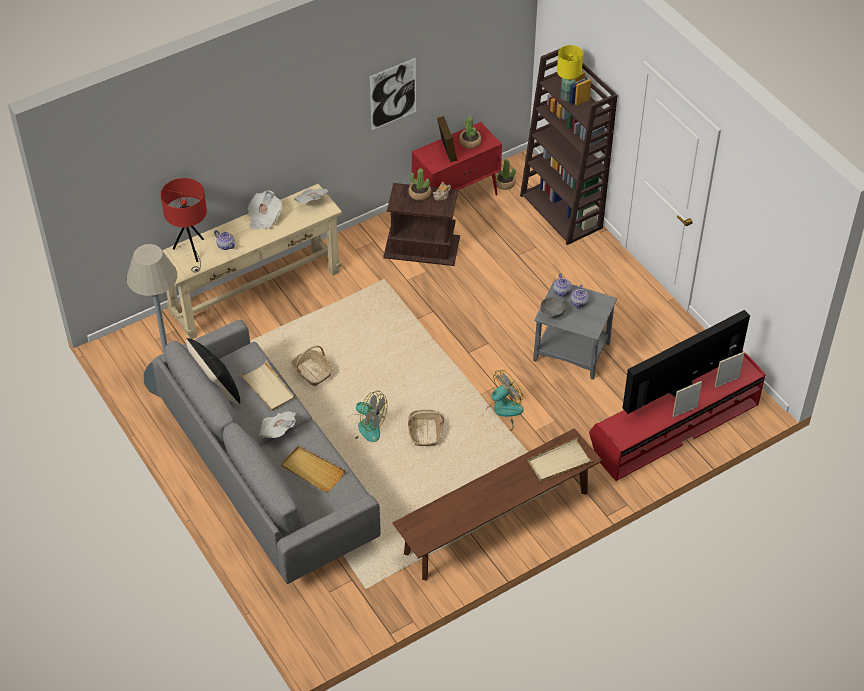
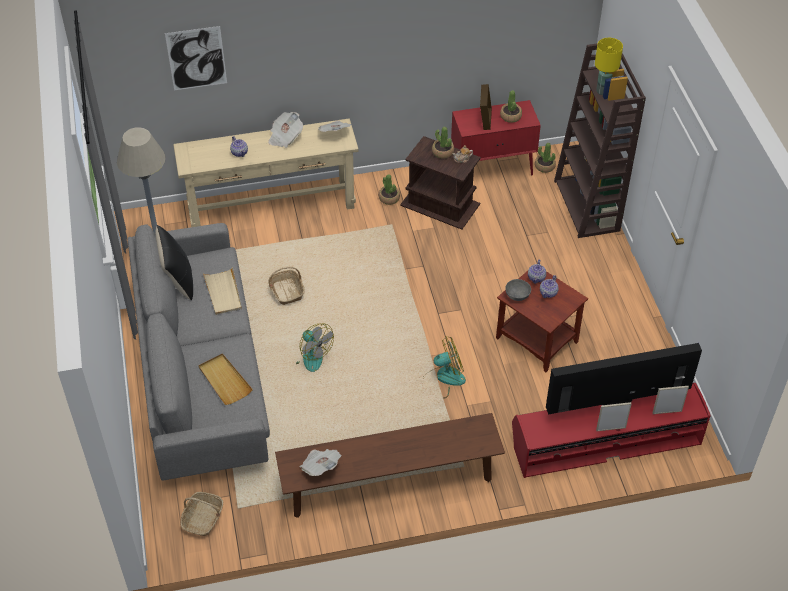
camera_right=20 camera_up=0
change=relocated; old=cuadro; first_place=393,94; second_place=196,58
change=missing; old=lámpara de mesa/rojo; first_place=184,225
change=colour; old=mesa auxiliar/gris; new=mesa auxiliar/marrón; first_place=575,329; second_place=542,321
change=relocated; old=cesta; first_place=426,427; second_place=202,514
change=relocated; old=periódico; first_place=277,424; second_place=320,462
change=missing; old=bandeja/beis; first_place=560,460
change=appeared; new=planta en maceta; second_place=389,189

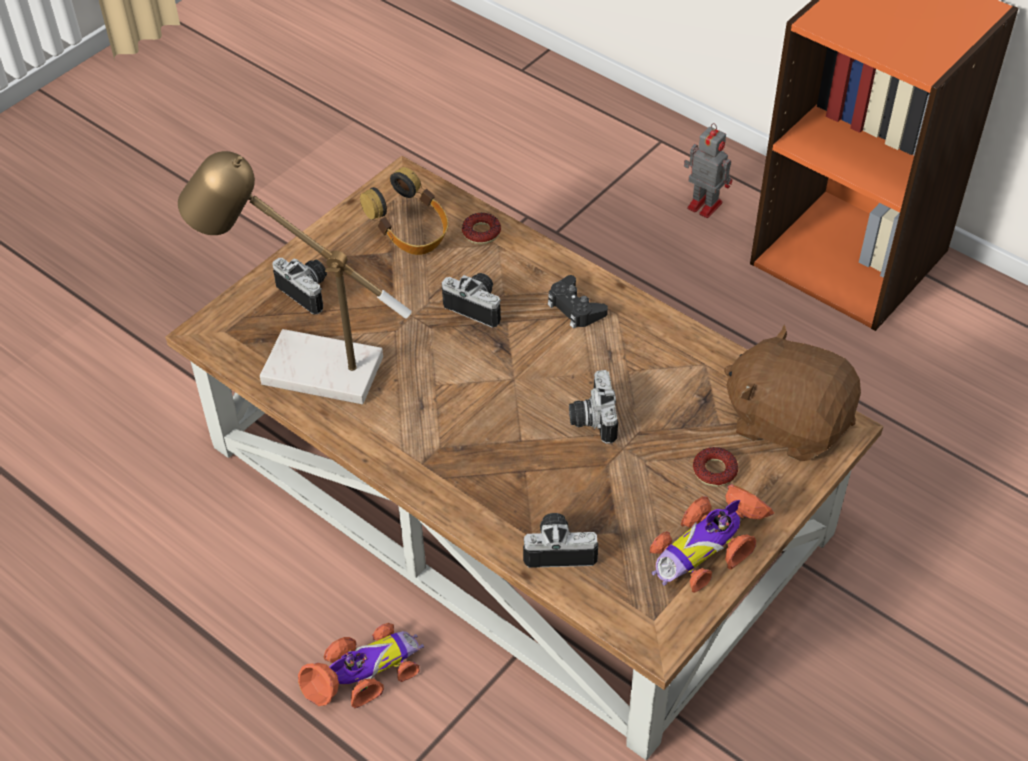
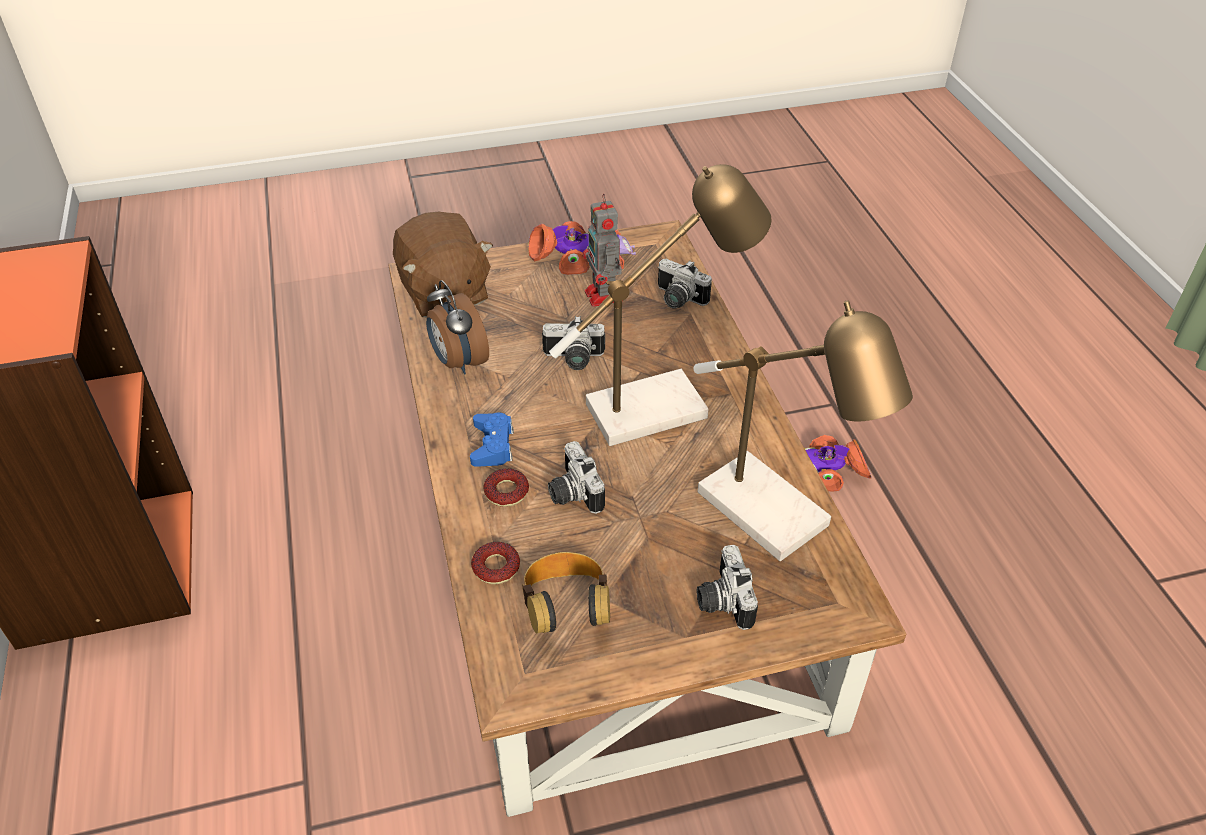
camera_right=-145 camera_up=-5
change=relocated; old=robot de juguete; first_place=708,170; second_place=602,250
change=colour; old=mando de consola/negro; new=mando de consola/azul; first_place=578,302; second_place=492,439
change=spun; old=cámara; first_place=593,407; second_place=573,343; degrees=60
change=relocated; old=rosquilla; first_place=715,467; second_place=506,487
change=appeared; new=lámpara de mesa; second_place=660,305
change=appeared; new=despertador; second_place=457,327

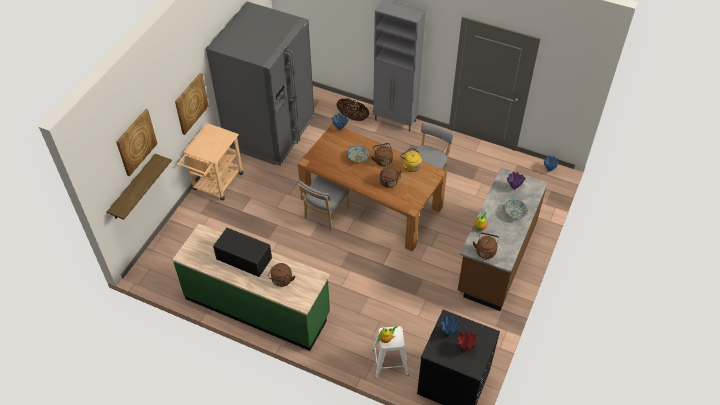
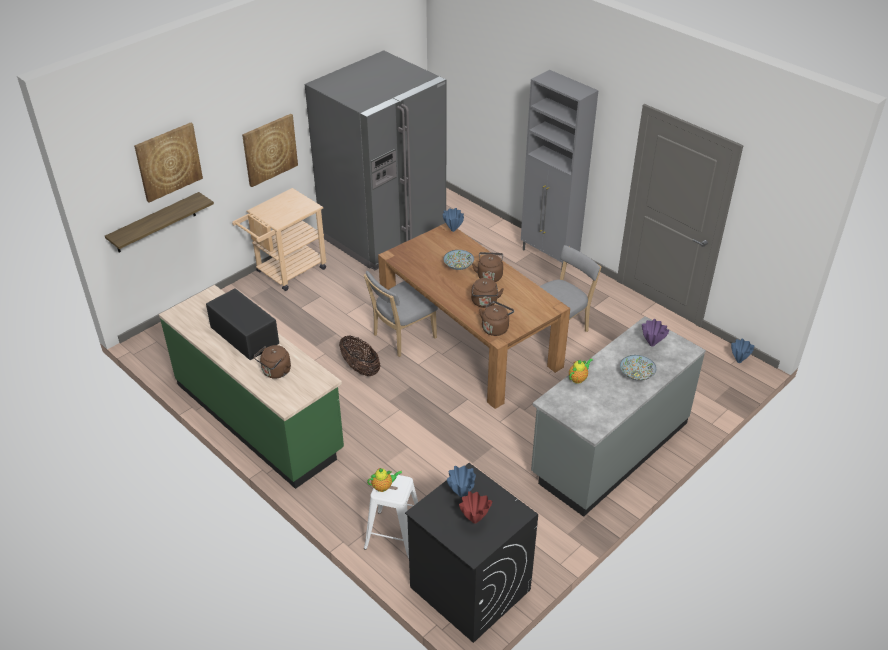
camera_right=20 camera_up=-10
change=relocated; old=cesta; first_place=353,110; second_place=359,356
change=missing; old=hervidor/amarillo; first_place=411,160
change=colour; old=mueble bajo de cocina/marrón; new=mueble bajo de cocina/gris; first_place=503,239; second_place=618,416
change=relocated; old=hervidor/marrón; first_place=486,245; second_place=496,318

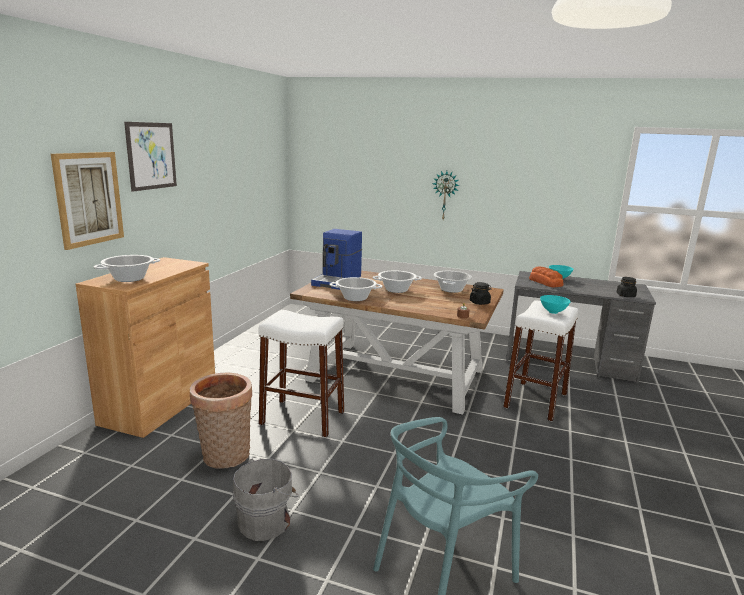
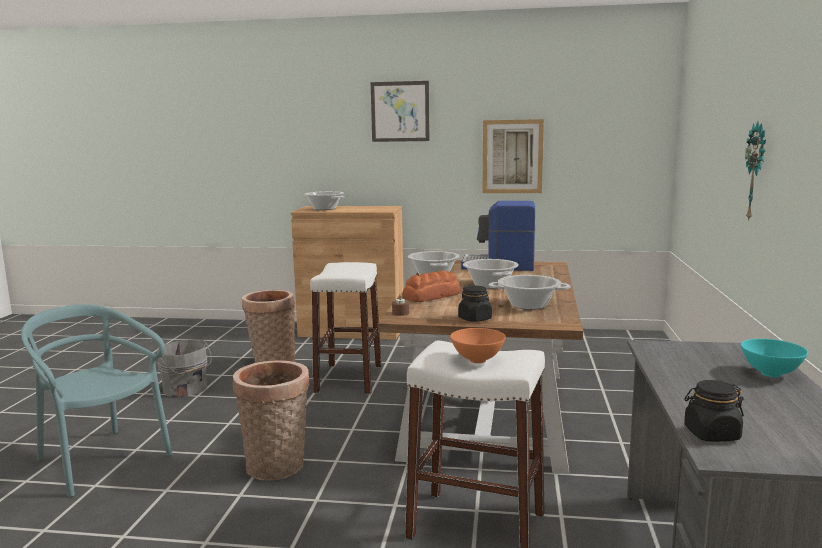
camera_right=80 camera_up=-5
change=relocated; old=cuadro; first_place=87,201; second_place=513,156
change=relocated; old=pan; first_place=546,276; second_place=431,286
change=colour; old=cuenco/turquesa; new=cuenco/naranja; first_place=555,304; second_place=478,345
change=appeared; new=cesta; second_place=271,420

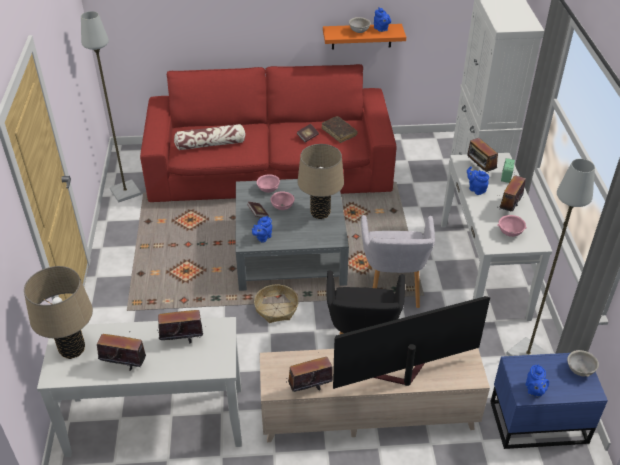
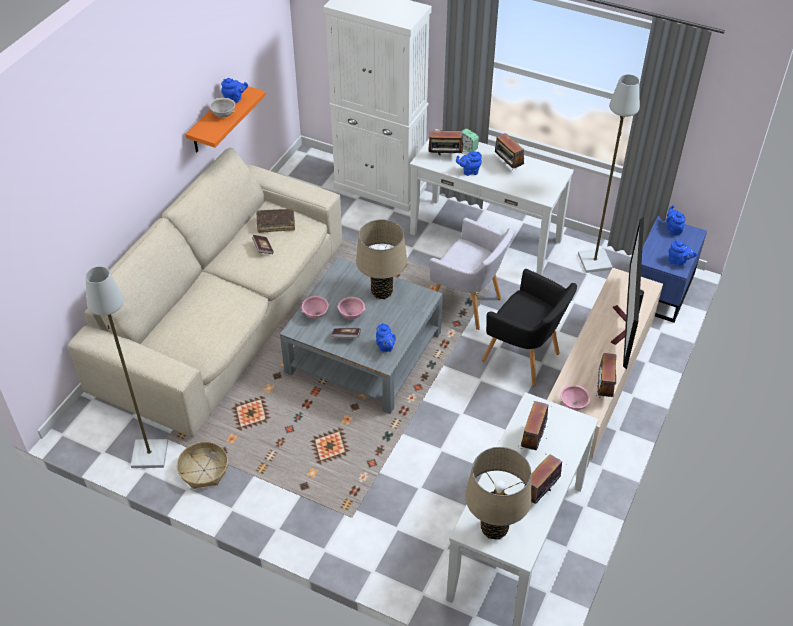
camera_right=-60 camera_up=5
change=colour; old=sofá/rojo; new=sofá/beis; first_place=268,133; second_place=205,292
change=missing; old=cojín; first_place=209,137
change=relocated; old=cuenco/rosa; first_place=512,226; second_place=575,398
change=relocated; old=cesta; first_place=276,303; second_place=202,465
change=exchanged; old=cuenco/gris; new=tetera/azul; first_place=583,363; second_place=675,220

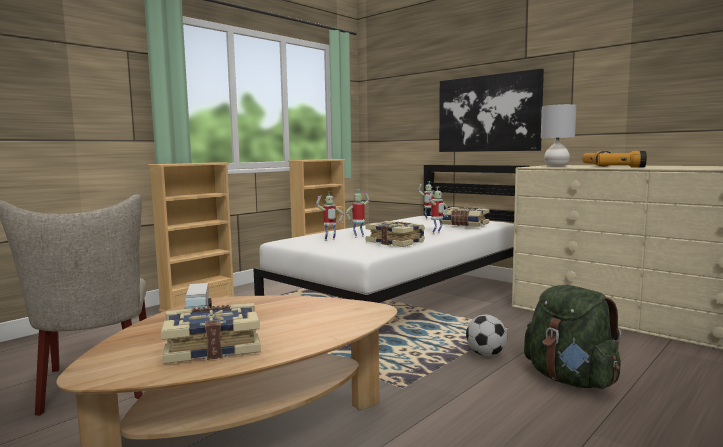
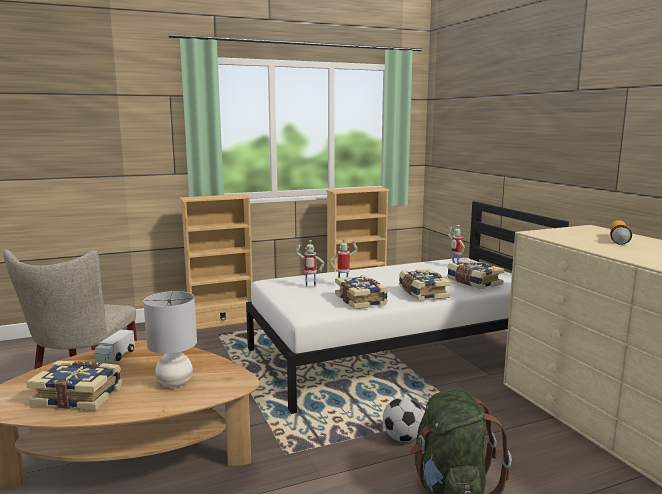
camera_right=25 camera_up=5
change=missing; old=cuadro; first_place=491,110
change=relocated; old=lámpara de mesa/gris; first_place=558,135; second_place=170,339
change=missing; old=linterna; first_place=622,159
change=exchanged; old=robot de juguete; new=libro; first_place=438,210; second_place=425,285

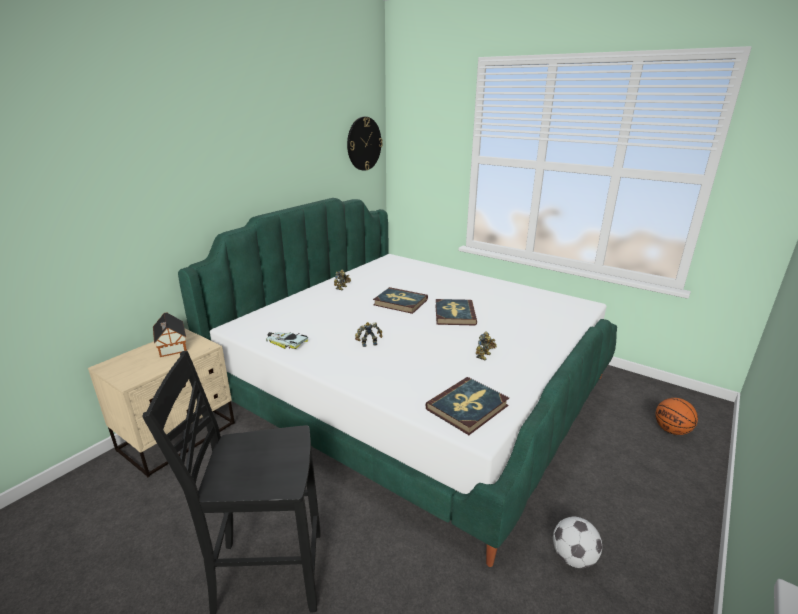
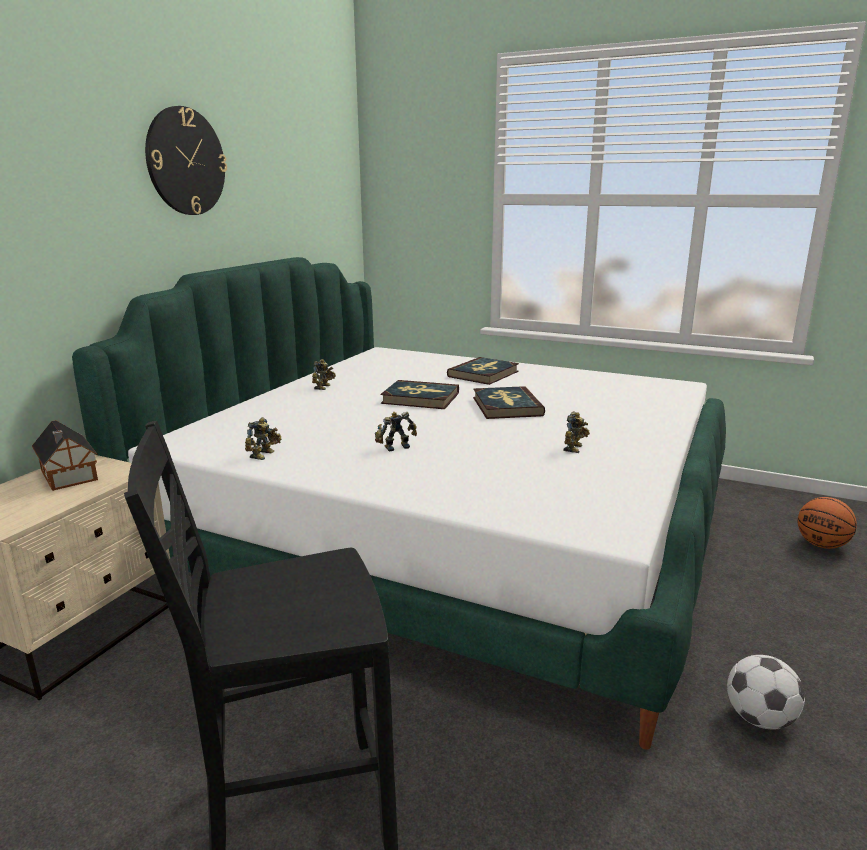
camera_right=-10 camera_up=-5
change=relocated; old=reloj de pared; first_place=365,144; second_place=186,160
change=exchanged; old=coche de juguete; new=robot de juguete; first_place=287,340; second_place=263,438
change=relocated; old=libro; first_place=467,406; second_place=483,371

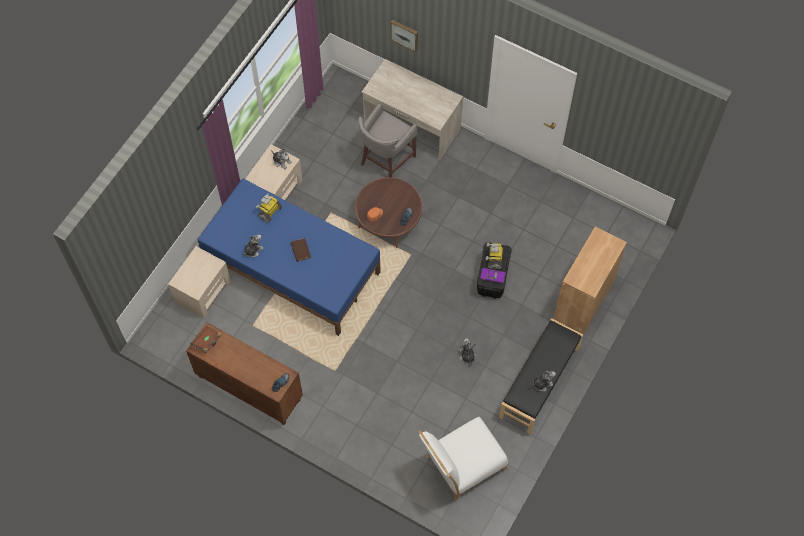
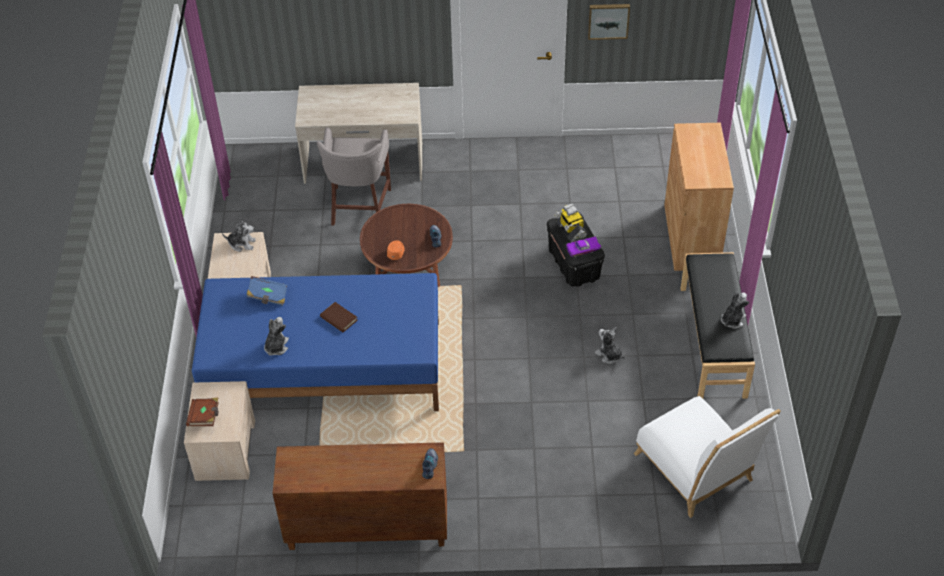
camera_right=-30 camera_up=-15
change=relocated; old=cuadro; first_place=404,36; second_place=609,22
change=exchanged; old=robot de juguete; new=libro/azul; first_place=269,208; second_place=266,291
change=relocated; old=libro/marrón; first_place=206,339; second_place=202,412
change=spun; old=silla/blanco; first_place=463,459; second_place=707,457; degrees=-60

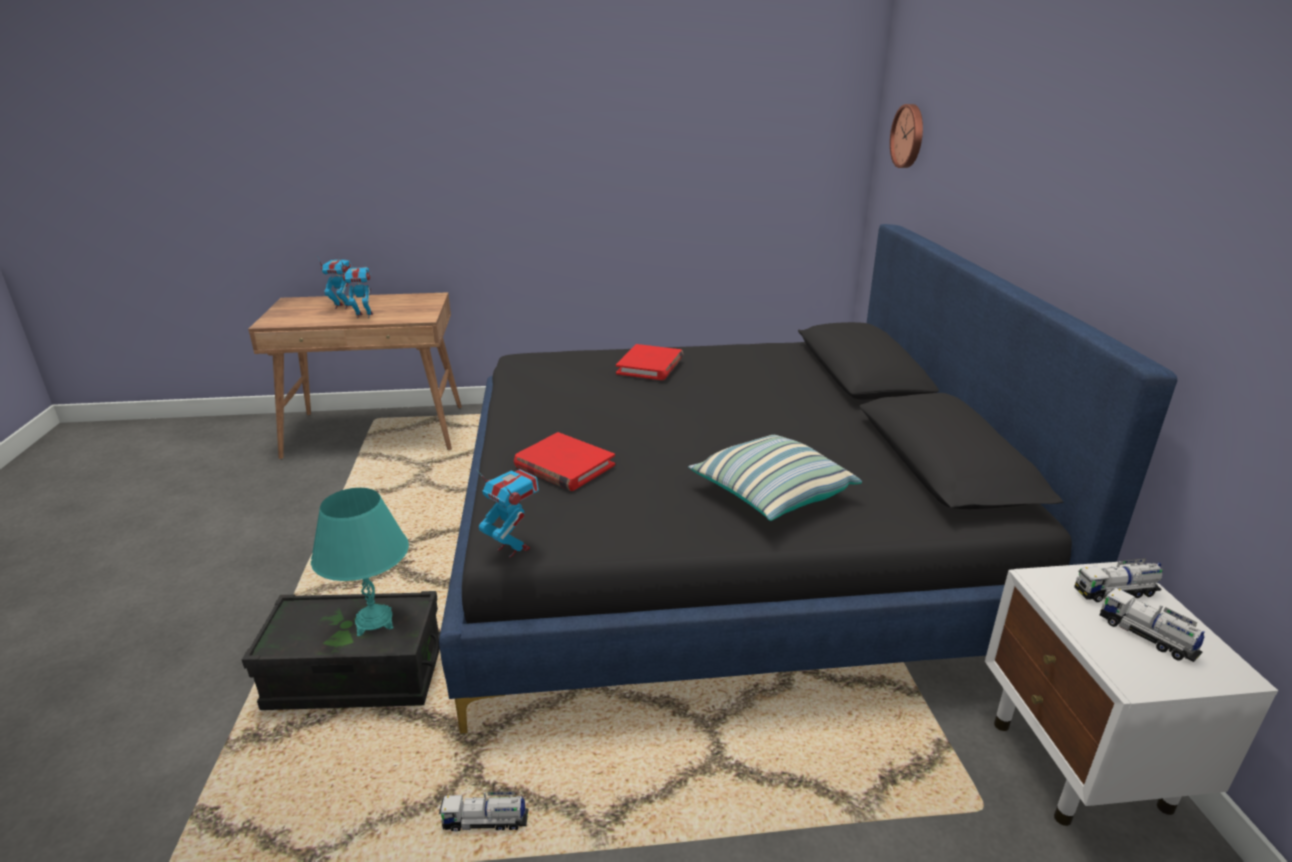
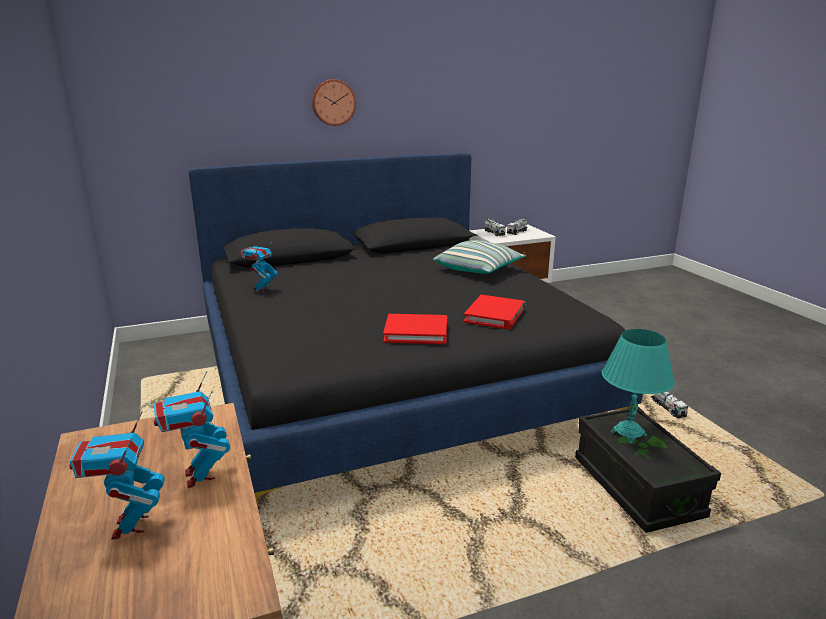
camera_right=-105 camera_up=-5
change=relocated; old=reloj de pared; first_place=906,136; second_place=334,102
change=relocated; old=libro/rojo; first_place=649,362; second_place=415,329
change=relocated; old=robot de juguete; first_place=507,513; second_place=259,266

